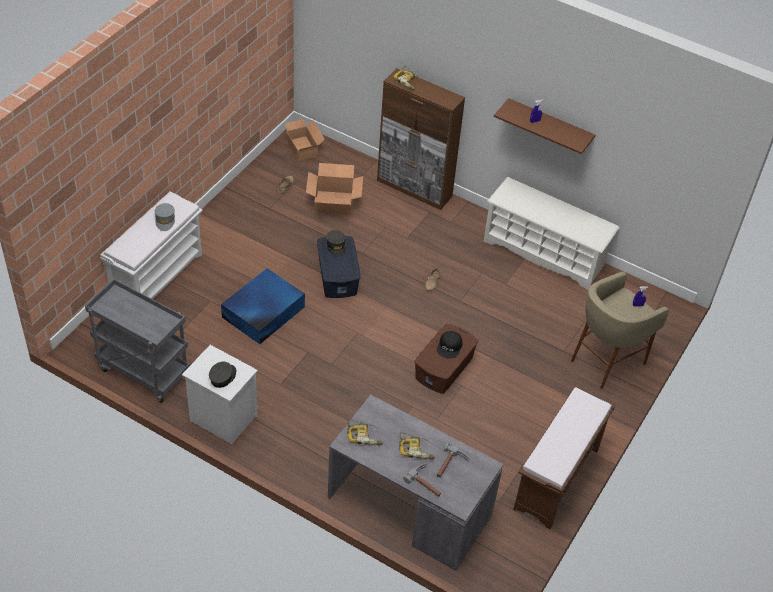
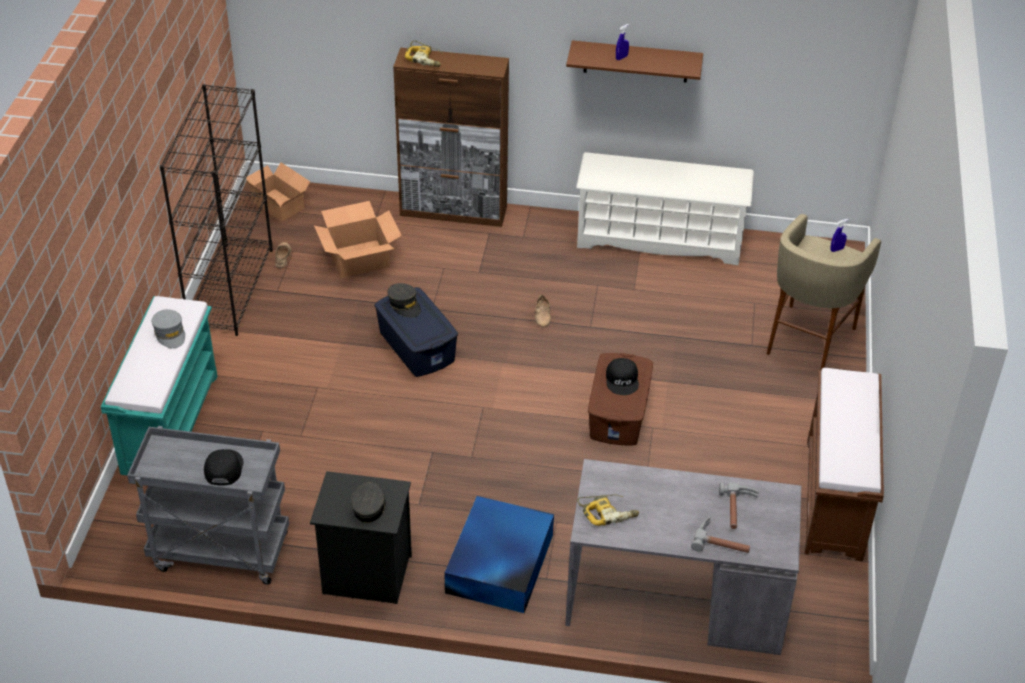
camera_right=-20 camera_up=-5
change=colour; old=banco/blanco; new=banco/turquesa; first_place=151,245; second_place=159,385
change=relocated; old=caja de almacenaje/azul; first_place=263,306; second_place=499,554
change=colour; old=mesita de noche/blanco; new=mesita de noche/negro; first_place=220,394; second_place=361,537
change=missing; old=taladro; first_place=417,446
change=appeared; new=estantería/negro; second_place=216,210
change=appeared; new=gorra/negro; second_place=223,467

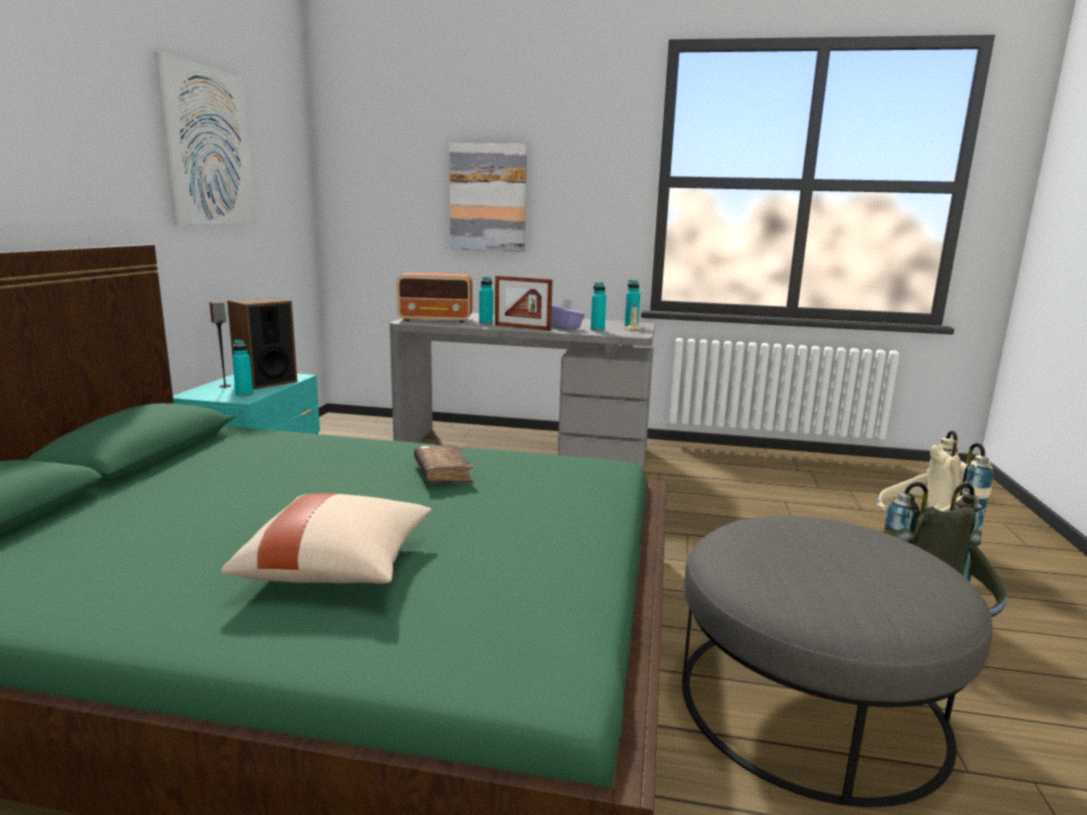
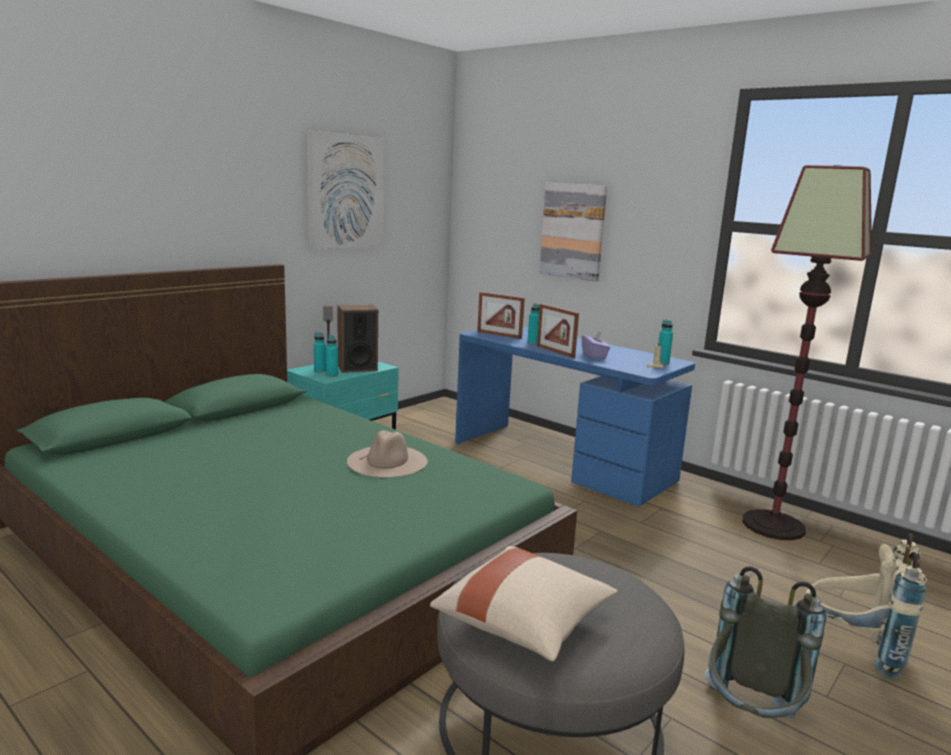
camera_right=30 camera_up=0
change=exchanged; old=radio; new=portarretratos; first_place=434,298; second_place=501,315
change=relocated; old=botella/turquesa; first_place=598,306; second_place=320,352
change=colour; old=escritorio/gris; new=escritorio/azul; first_place=522,391; second_place=575,416
change=exchanged; old=libro/marrón; new=sombrero/beis; first_place=444,464; second_place=387,454
change=relocated; old=cojín/beis; first_place=326,538; second_place=524,604
change=appeared; new=lámpara de pie; second_place=807,352

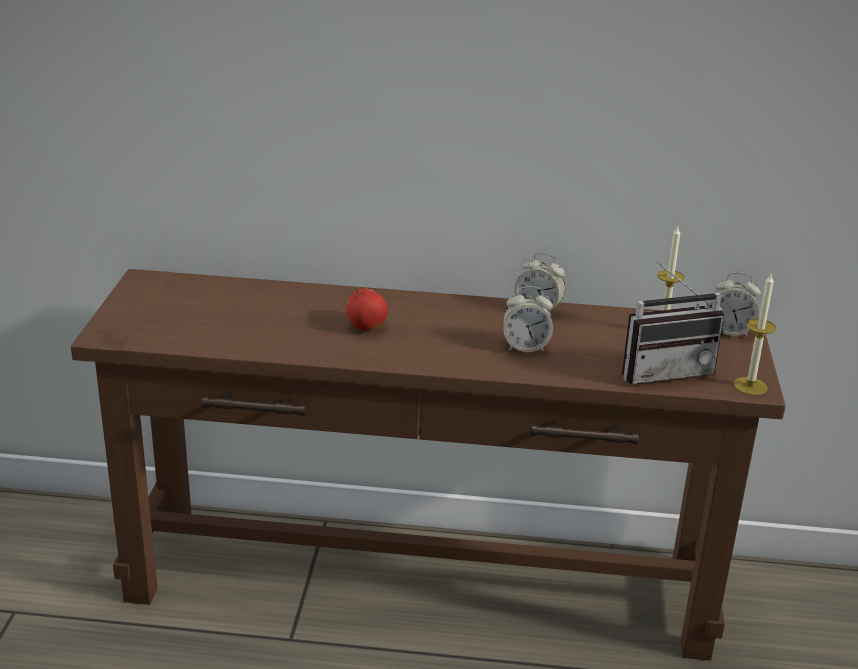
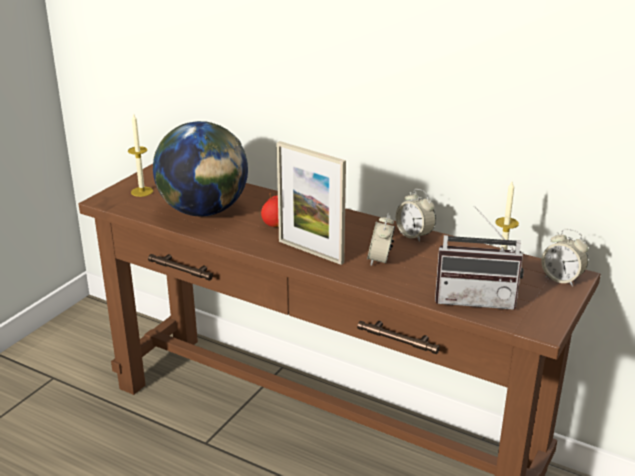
camera_right=25 camera_up=0
change=relocated; old=vela; first_place=754,334; second_place=140,155
change=spun; old=despertador; first_place=528,319; second_place=381,239; degrees=75
change=appeared; new=globo terráqueo; second_place=200,168
change=appeared; new=portarretratos; second_place=311,203

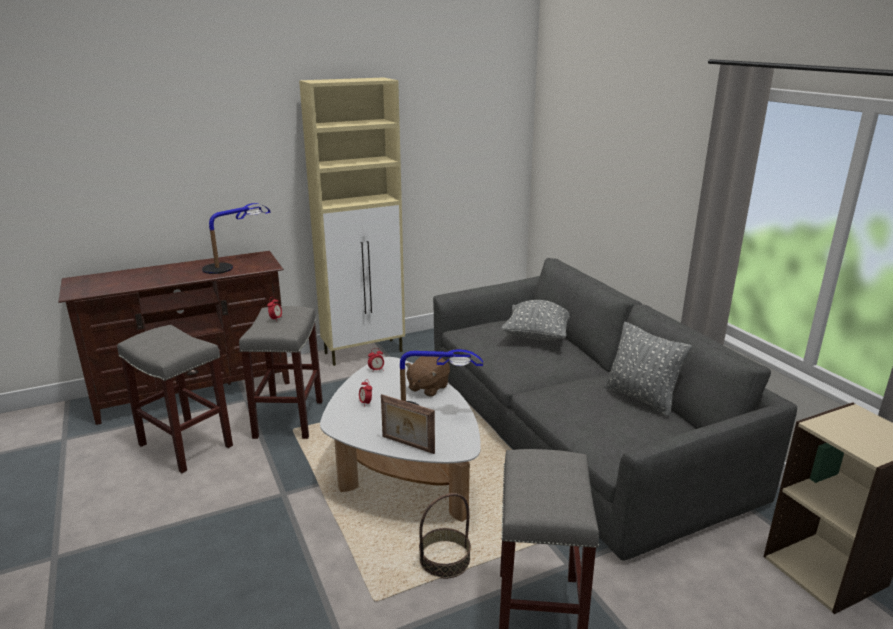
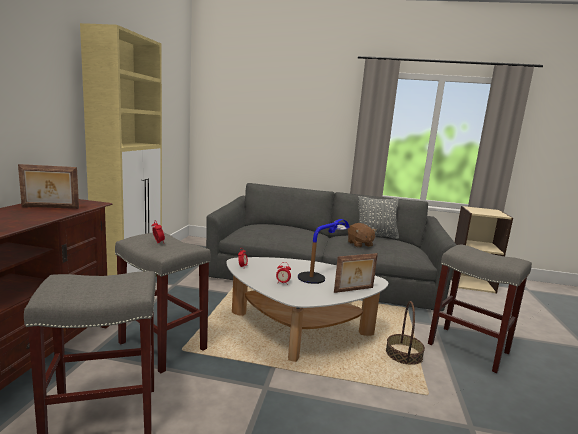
camera_right=-55 camera_up=-10
change=exchanged; old=lámpara de mesa; new=portarretratos; first_place=236,238; second_place=48,186
change=missing; old=cojín/gris; first_place=535,320
change=relocated; old=peluche/marrón; first_place=427,376; second_place=362,235

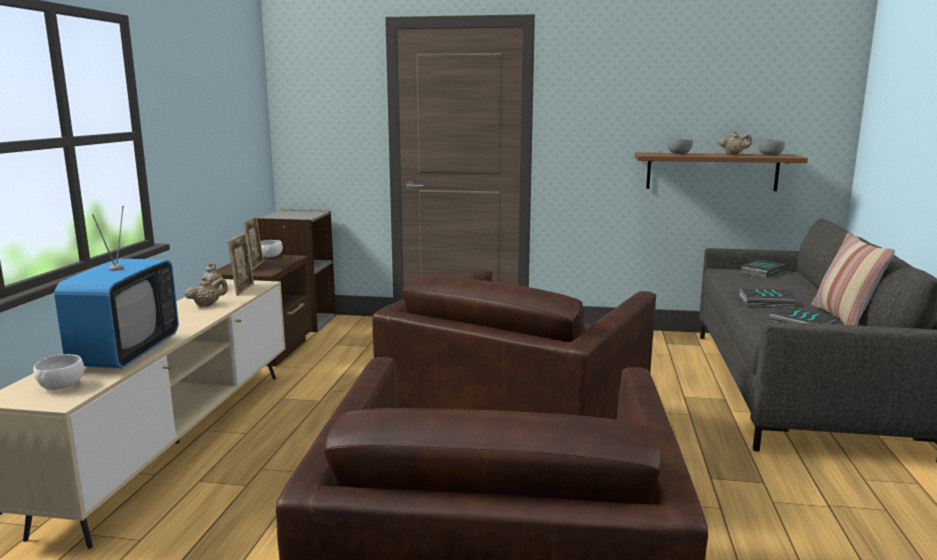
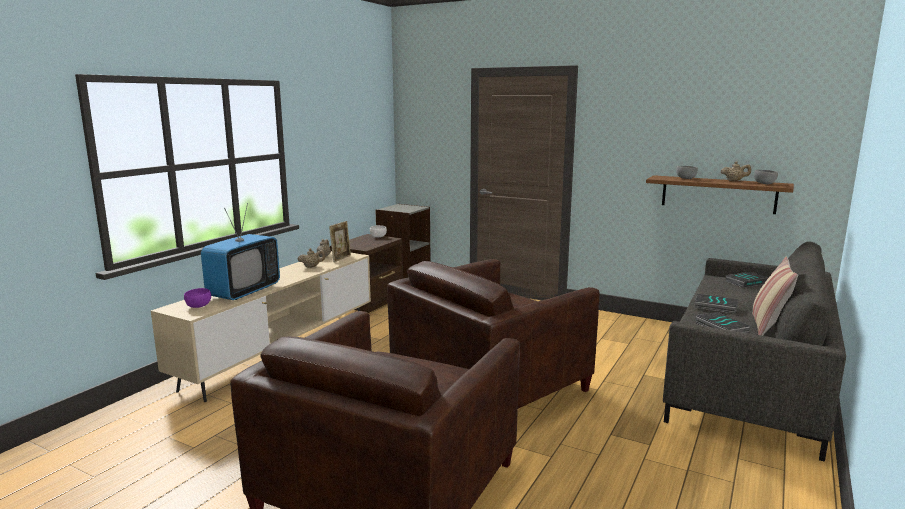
camera_right=20 camera_up=0
change=missing; old=portarretratos; first_place=253,243
change=colour; old=cuenco/blanco; new=cuenco/morado; first_place=58,372; second_place=197,298

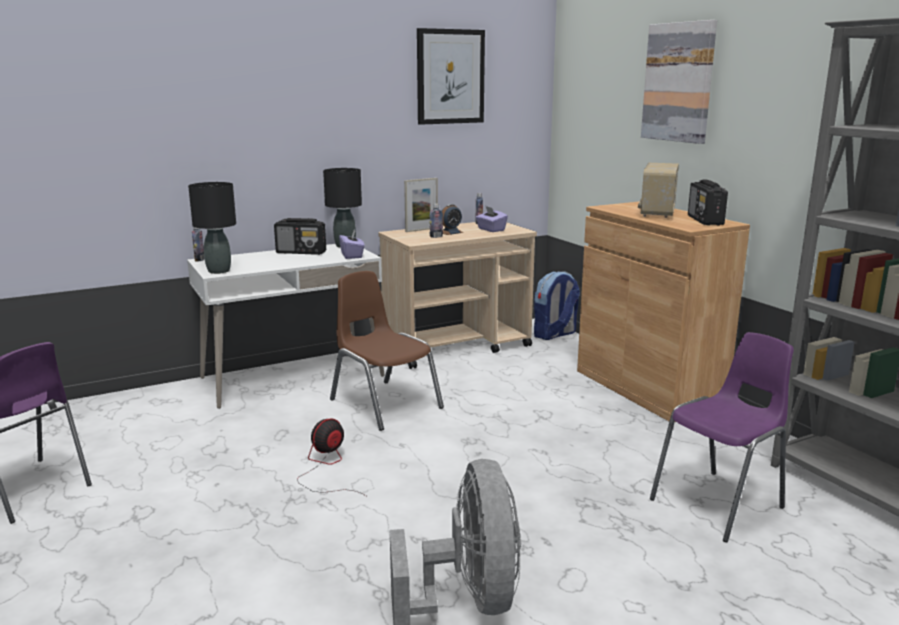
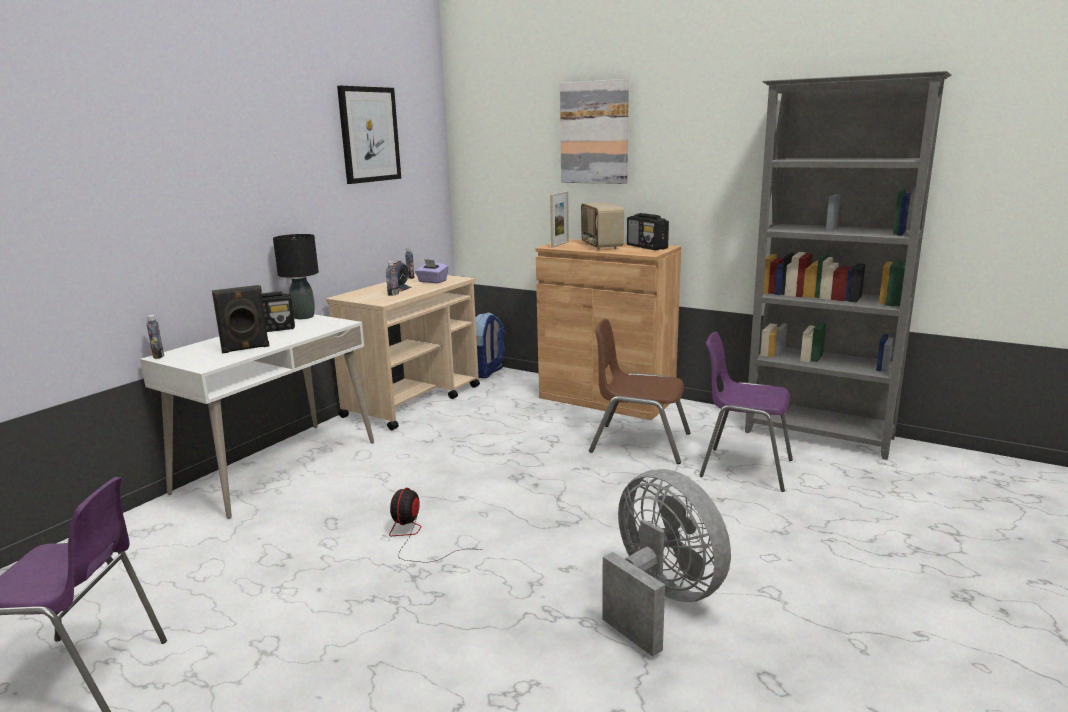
camera_right=-30 camera_up=0
change=relocated; old=portarretratos; first_place=421,205; second_place=559,219
change=missing; old=lámpara de mesa/negro; first_place=212,228
change=missing; old=caja de pañuelos/morado; first_place=352,244
change=relocated; old=silla/marrón; first_place=387,351; second_place=640,391
change=spun; old=silla/morado; first_place=722,437; second_place=746,412; degrees=-90
change=appeared; new=altavoz/negro; second_place=240,319

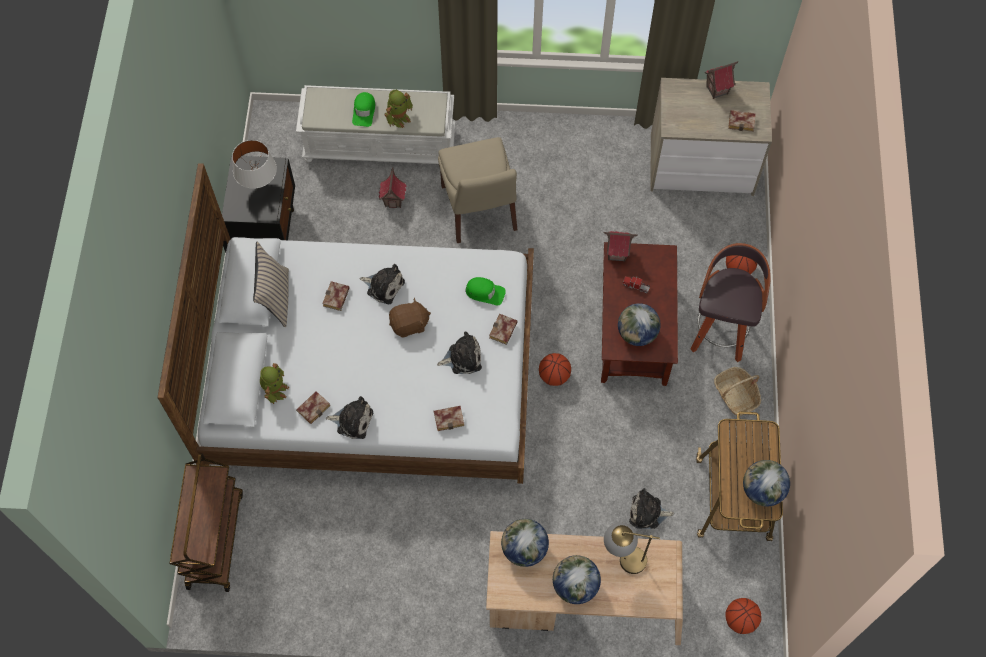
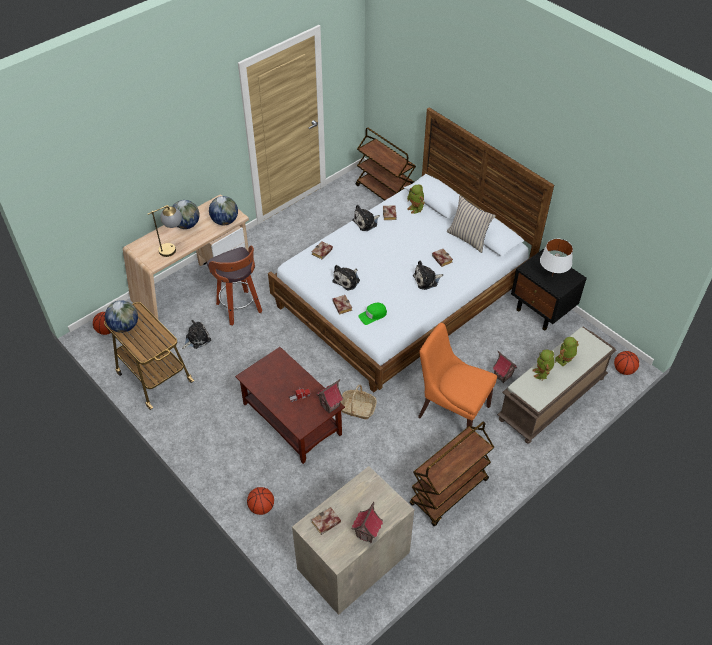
camera_right=135 camera_up=-15
change=colour; old=banco/blanco; new=banco/marrón; first_place=376,124; second_place=556,385
change=exchanged; old=gorra/verde; new=robot de juguete; first_place=363,109; second_place=567,351
change=colour; old=silla/beis; new=silla/naranja; first_place=478,190; second_place=457,375
change=relocated; old=taburete; first_place=730,302; second_place=234,285
change=missing; old=peluche/marrón; first_place=410,317
change=missing; old=globo terráqueo; first_place=639,324
change=relocated; old=balón de baloncesto; first_place=555,369; second_place=626,363
change=relocated; old=cesta; first_place=737,391; second_place=359,402
change=appeared; new=carrito/marrón; second_place=452,474

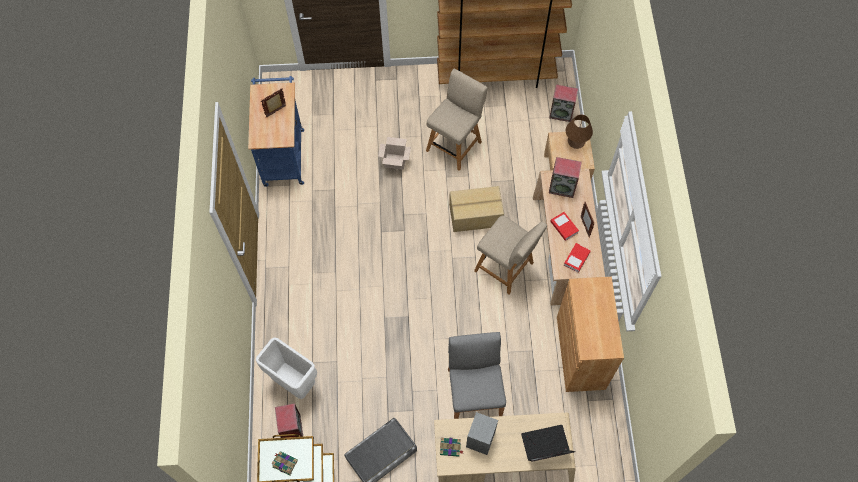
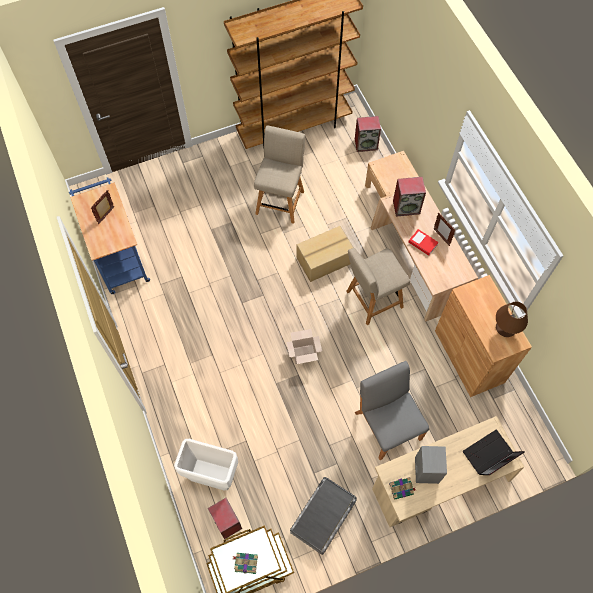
camera_right=-20 camera_up=0
change=relocated; old=lámpara de mesa/marrón; first_place=579,132; second_place=512,319
change=relocated; old=caja de cartón; first_place=394,153; second_place=304,346
change=spun; old=silla/beis; first_place=510,254; second_place=378,286; degrees=135
change=missing; old=libro; first_place=577,258

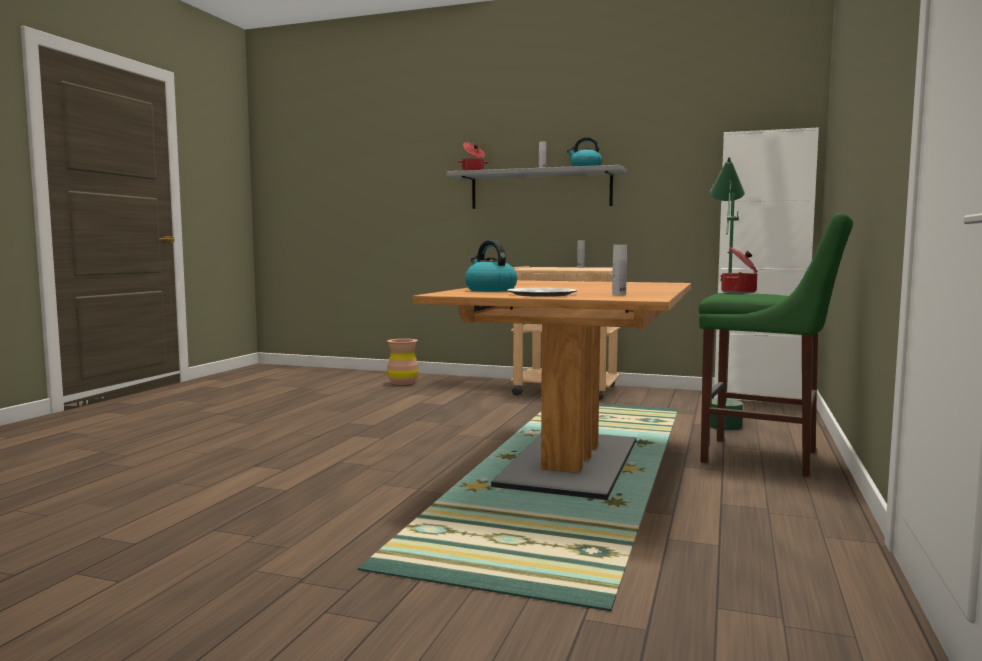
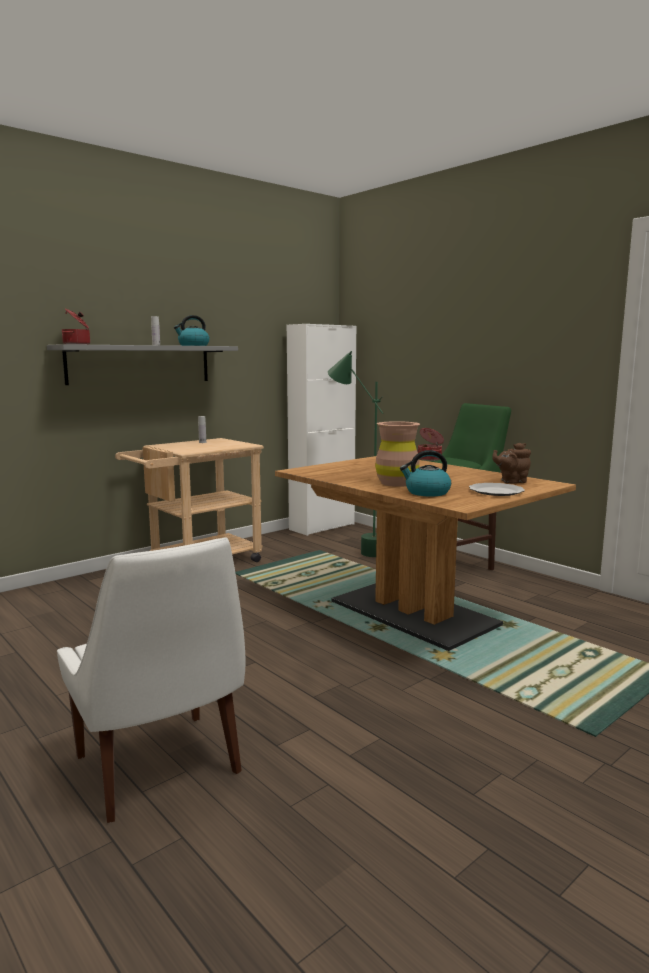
camera_right=-60 camera_up=5
change=exchanged; old=botella/blanco; new=tetera/marrón; first_place=619,270; second_place=511,463
change=relocated; old=florero/marrón; first_place=403,362; second_place=397,454
change=appeared; new=silla/blanco; second_place=151,680

